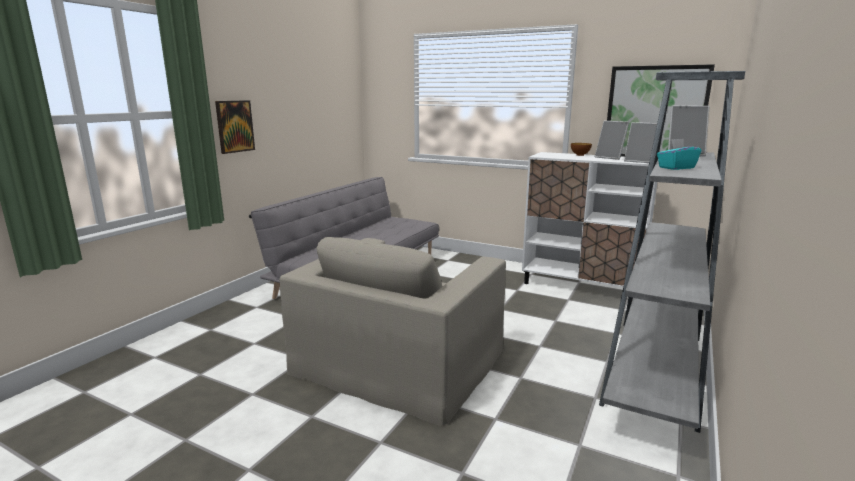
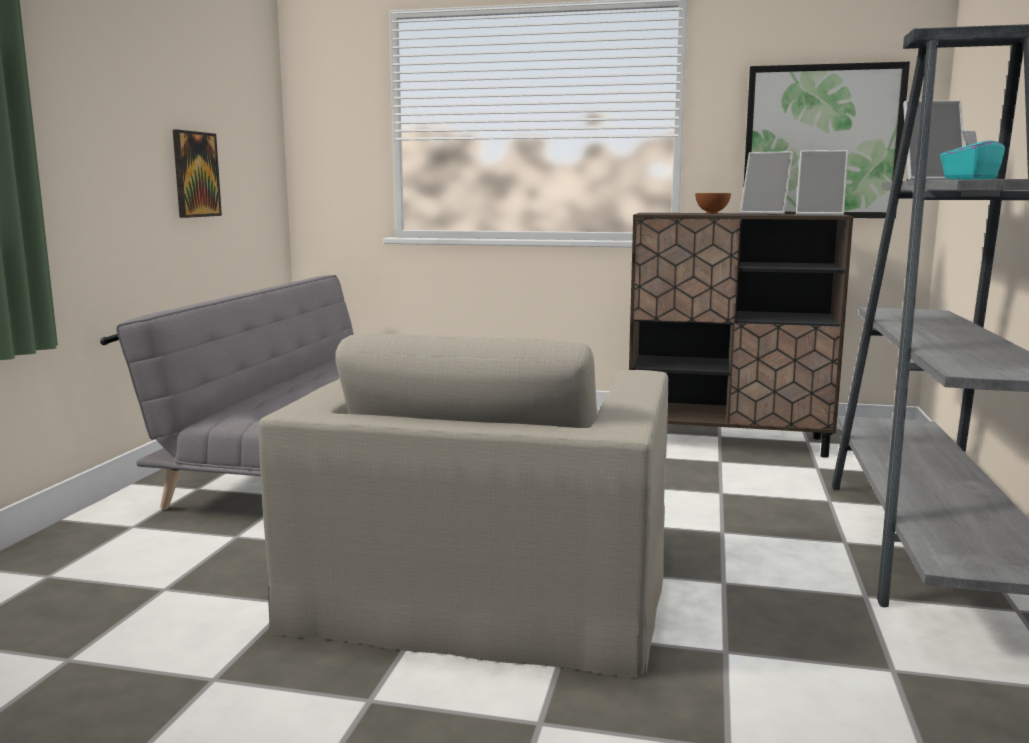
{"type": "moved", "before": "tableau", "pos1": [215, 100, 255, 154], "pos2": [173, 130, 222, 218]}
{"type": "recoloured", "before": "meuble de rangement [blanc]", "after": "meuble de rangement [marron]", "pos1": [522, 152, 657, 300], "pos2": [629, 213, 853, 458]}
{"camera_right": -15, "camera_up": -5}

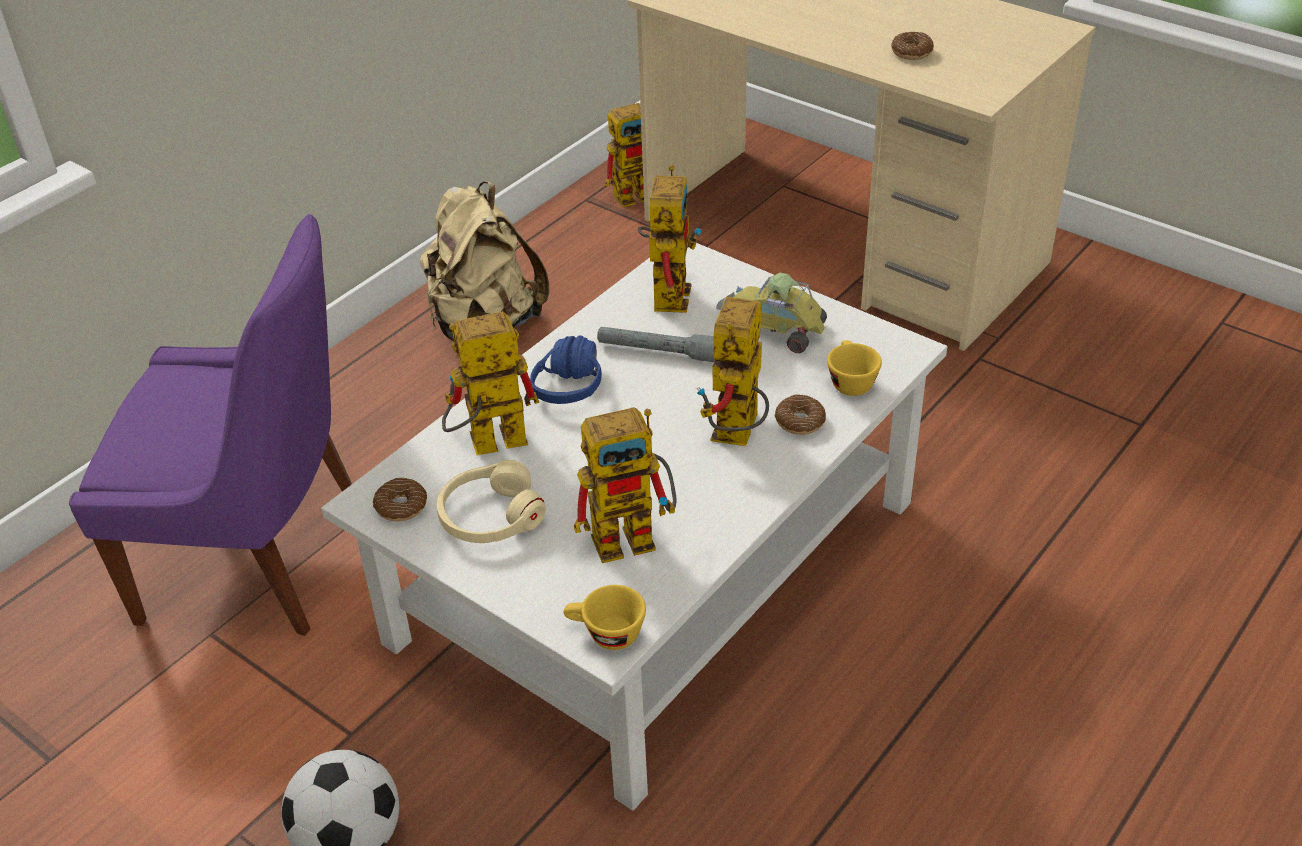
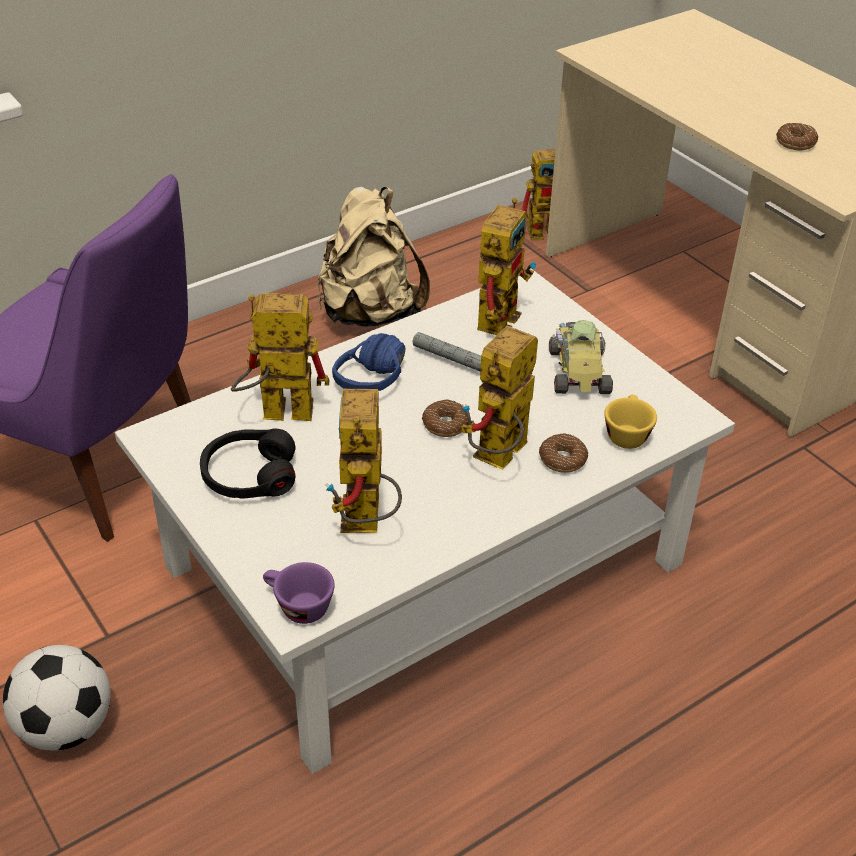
{"type": "turned", "before": "petite voiture", "pos1": [716, 273, 827, 353], "pos2": [549, 320, 613, 394], "turn": 45}
{"type": "turned", "before": "robot jouet", "pos1": [574, 407, 677, 563], "pos2": [325, 389, 402, 533], "turn": 90}
{"type": "recoloured", "before": "casque audio [beige]", "after": "casque audio [noir]", "pos1": [436, 460, 545, 543], "pos2": [200, 429, 296, 499]}
{"type": "moved", "before": "beignet", "pos1": [373, 478, 427, 522], "pos2": [422, 399, 467, 437]}
{"type": "recoloured", "before": "tasse [jaune]", "after": "tasse [violet]", "pos1": [564, 585, 646, 650], "pos2": [263, 562, 335, 624]}
{"camera_right": 15, "camera_up": 0}

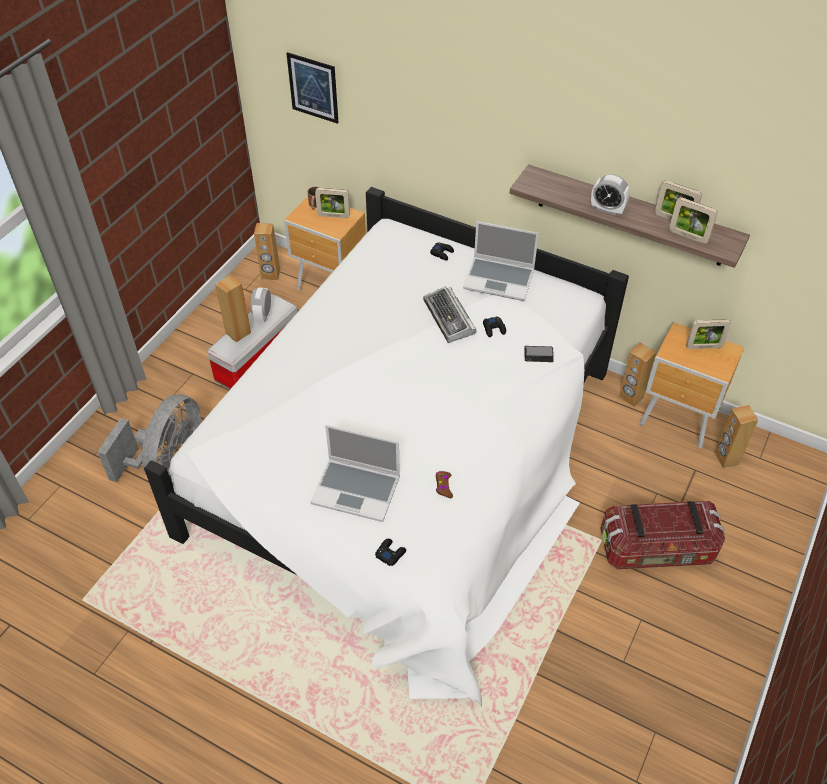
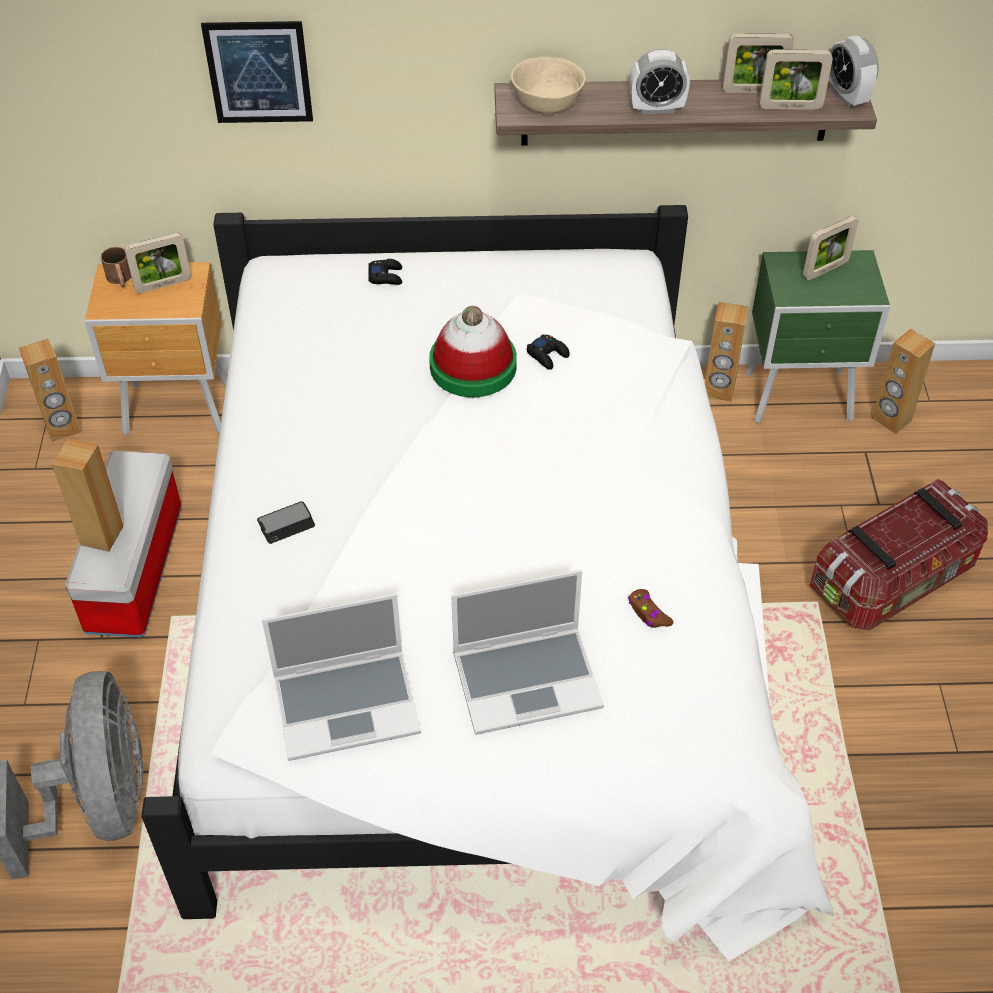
{"type": "moved", "before": "tableau", "pos1": [286, 52, 339, 124], "pos2": [201, 21, 313, 123]}
{"type": "moved", "before": "ordinateur portable", "pos1": [463, 221, 539, 301], "pos2": [262, 593, 421, 761]}
{"type": "moved", "before": "réveil", "pos1": [251, 287, 271, 322], "pos2": [828, 36, 879, 107]}
{"type": "replaced", "before": "clavier", "after": "chapeau", "pos1": [423, 287, 476, 343], "pos2": [429, 306, 517, 397]}
{"type": "recoloured", "before": "table de chevet [marron]", "after": "table de chevet [vert]", "pos1": [639, 322, 744, 449], "pos2": [745, 250, 890, 423]}
{"type": "moved", "before": "téléphone", "pos1": [524, 346, 554, 362], "pos2": [257, 501, 315, 544]}
{"type": "removed", "before": "manette [noir]", "pos1": [375, 539, 406, 566]}
{"type": "added", "after": "bol [beige]", "pos2": [511, 57, 586, 113]}
{"camera_right": -30, "camera_up": 0}

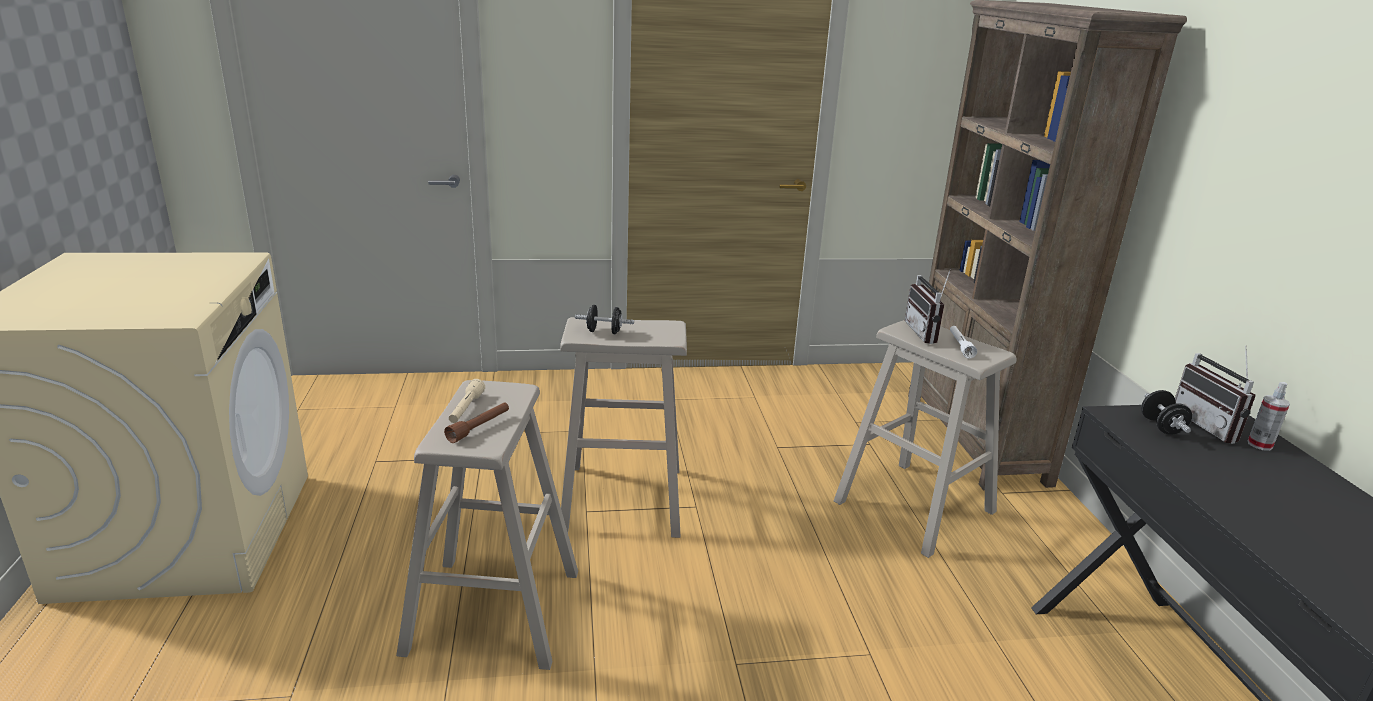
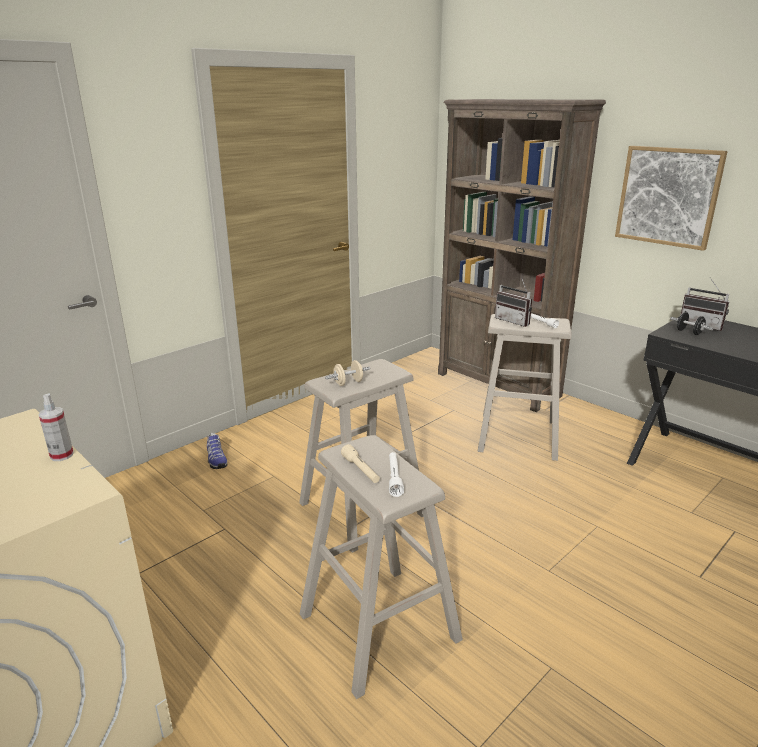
{"type": "recoloured", "before": "haltère [noir]", "after": "haltère [beige]", "pos1": [575, 305, 634, 334], "pos2": [325, 360, 370, 386]}
{"type": "moved", "before": "vaporisateur", "pos1": [1247, 382, 1290, 451], "pos2": [39, 394, 74, 461]}
{"type": "recoloured", "before": "lampe de poche [marron]", "after": "lampe de poche [blanc]", "pos1": [444, 402, 509, 443], "pos2": [389, 452, 404, 497]}
{"type": "added", "after": "tableau", "pos2": [615, 146, 728, 251]}
{"type": "added", "after": "chaussure", "pos2": [207, 433, 227, 469]}
{"camera_right": -35, "camera_up": 0}

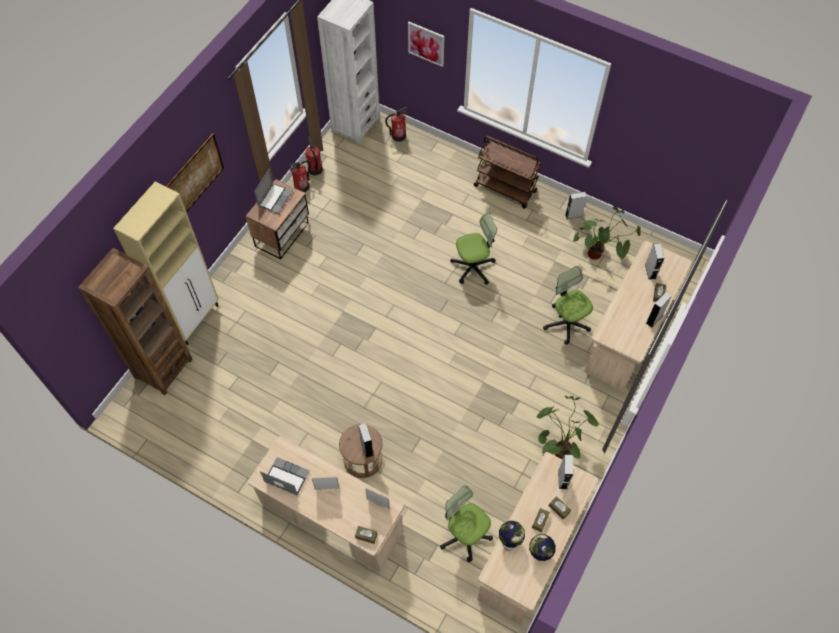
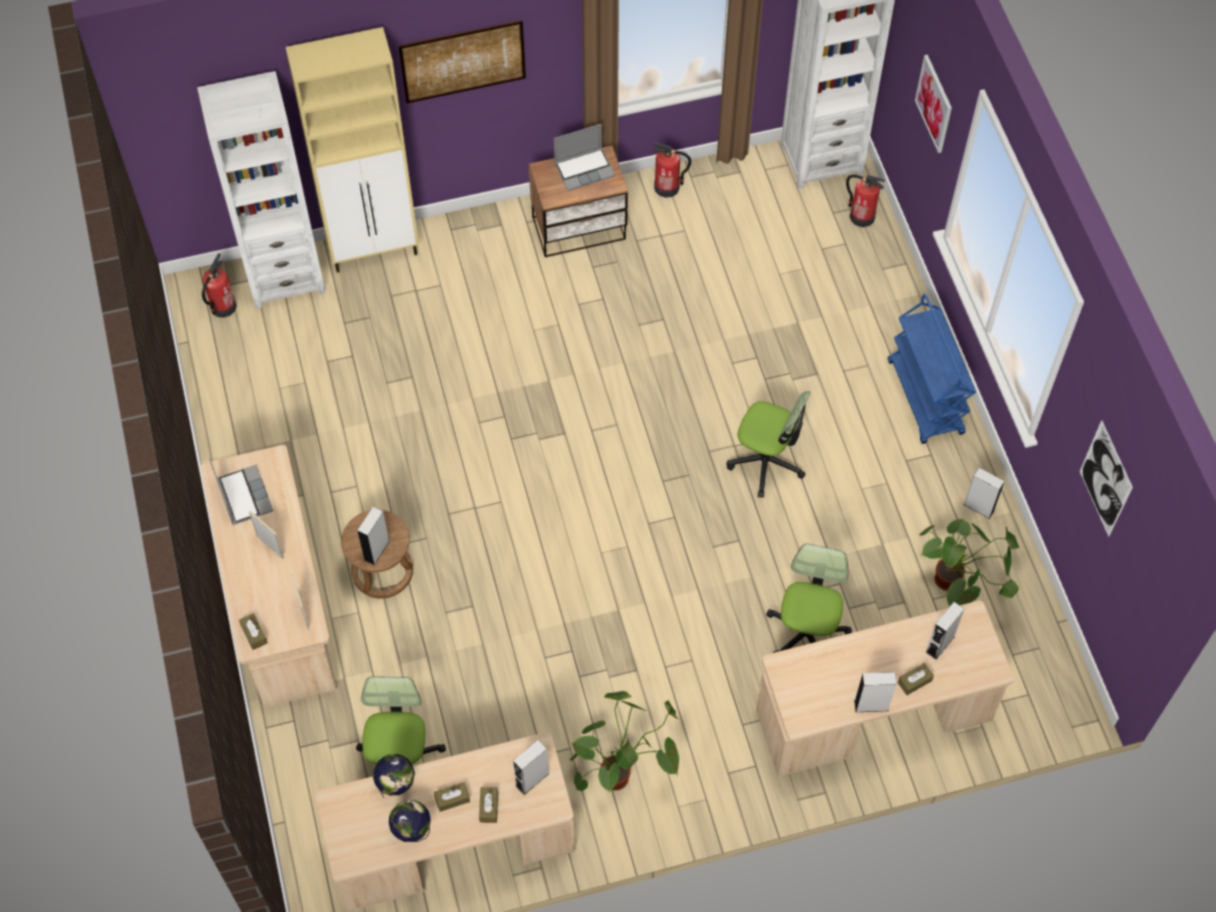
{"type": "moved", "before": "extincteur", "pos1": [306, 136, 323, 176], "pos2": [202, 253, 237, 318]}
{"type": "recoloured", "before": "chariot [marron]", "after": "chariot [bleu]", "pos1": [474, 136, 541, 209], "pos2": [888, 294, 976, 444]}
{"type": "recoloured", "before": "bibliothèque [marron]", "after": "bibliothèque [blanc]", "pos1": [78, 248, 193, 395], "pos2": [197, 71, 326, 309]}
{"type": "added", "after": "tableau", "pos2": [1079, 420, 1133, 537]}
{"camera_right": 45, "camera_up": 0}

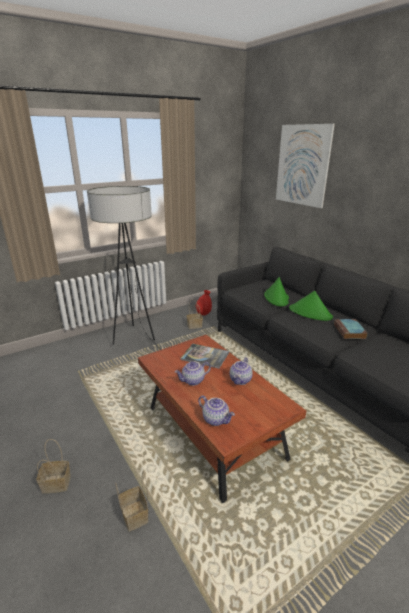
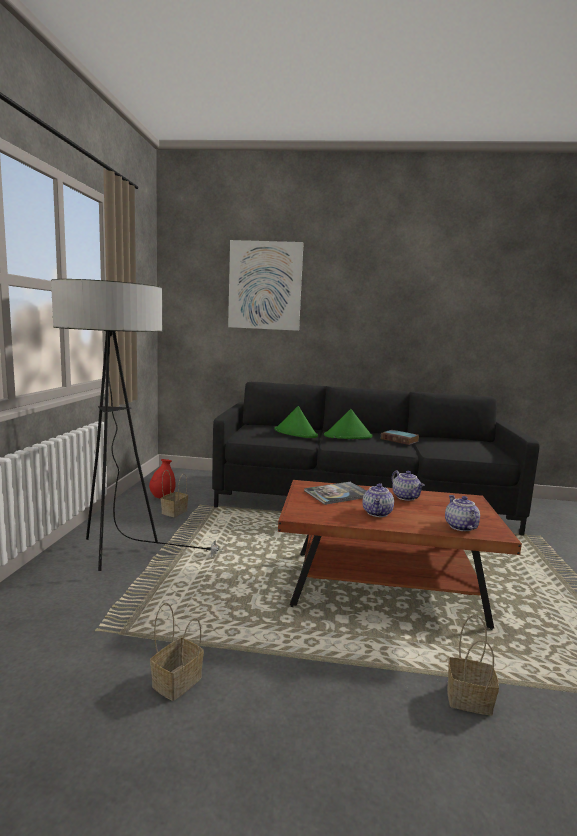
{"type": "turned", "before": "théière", "pos1": [198, 396, 235, 426], "pos2": [445, 495, 480, 531], "turn": -90}
{"type": "moved", "before": "panier", "pos1": [36, 439, 71, 493], "pos2": [150, 603, 204, 701]}
{"camera_right": -50, "camera_up": -15}

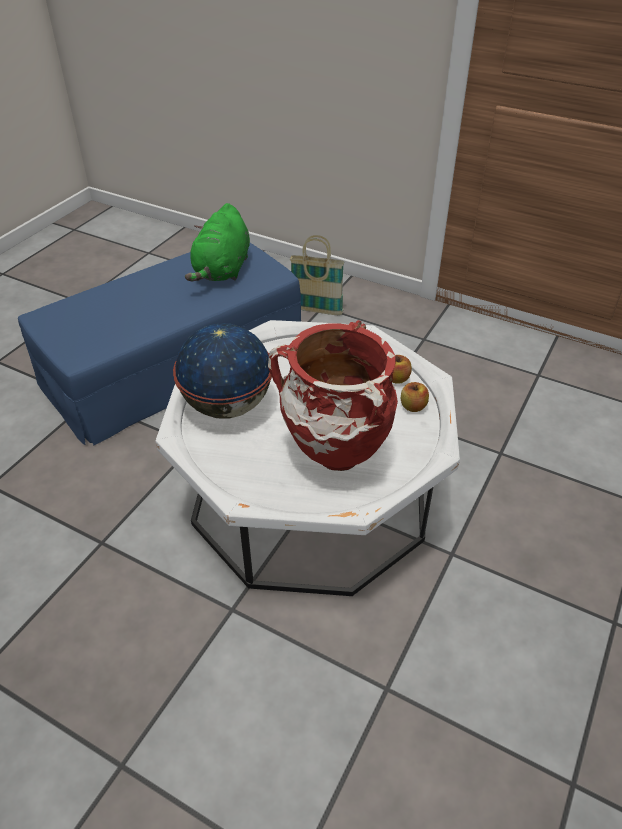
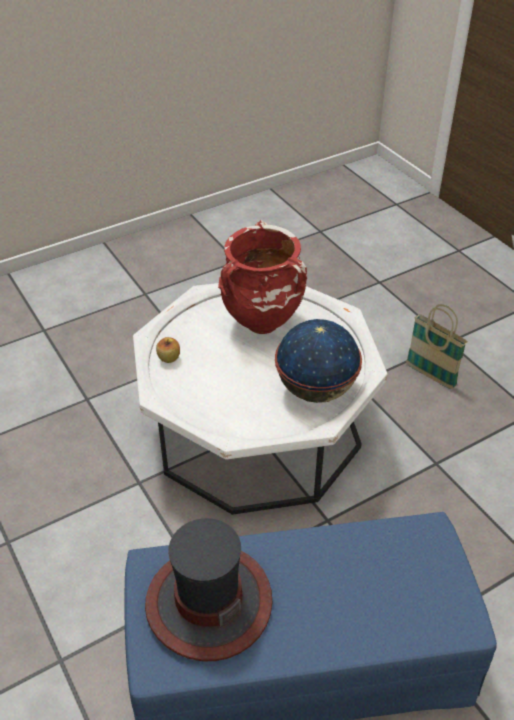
{"type": "replaced", "before": "peluche [vert]", "after": "chapeau", "pos1": [185, 203, 250, 281], "pos2": [145, 518, 272, 661]}
{"type": "moved", "before": "panier", "pos1": [290, 235, 344, 315], "pos2": [406, 304, 468, 389]}
{"type": "removed", "before": "pomme", "pos1": [401, 382, 429, 412]}
{"camera_right": -150, "camera_up": 0}

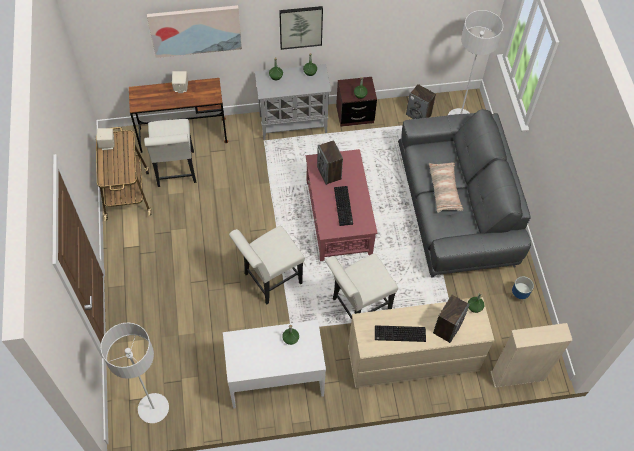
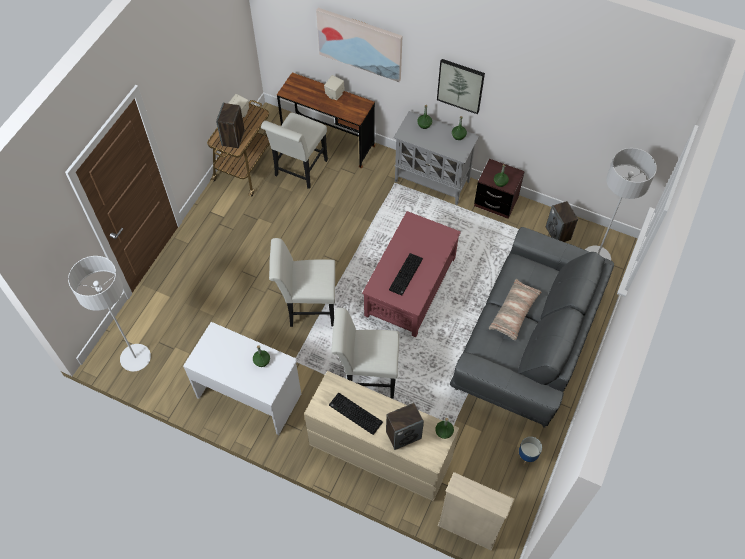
{"type": "moved", "before": "enceinte", "pos1": [317, 140, 343, 185], "pos2": [216, 103, 245, 148]}
{"camera_right": 35, "camera_up": 0}

